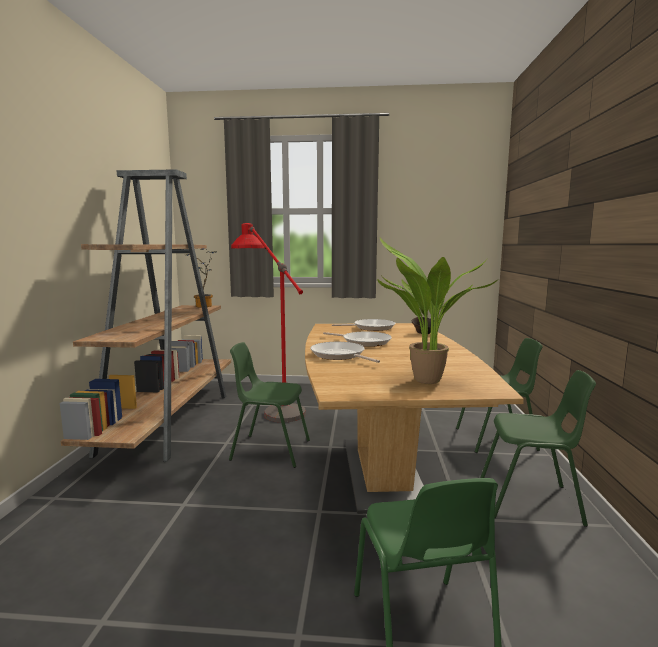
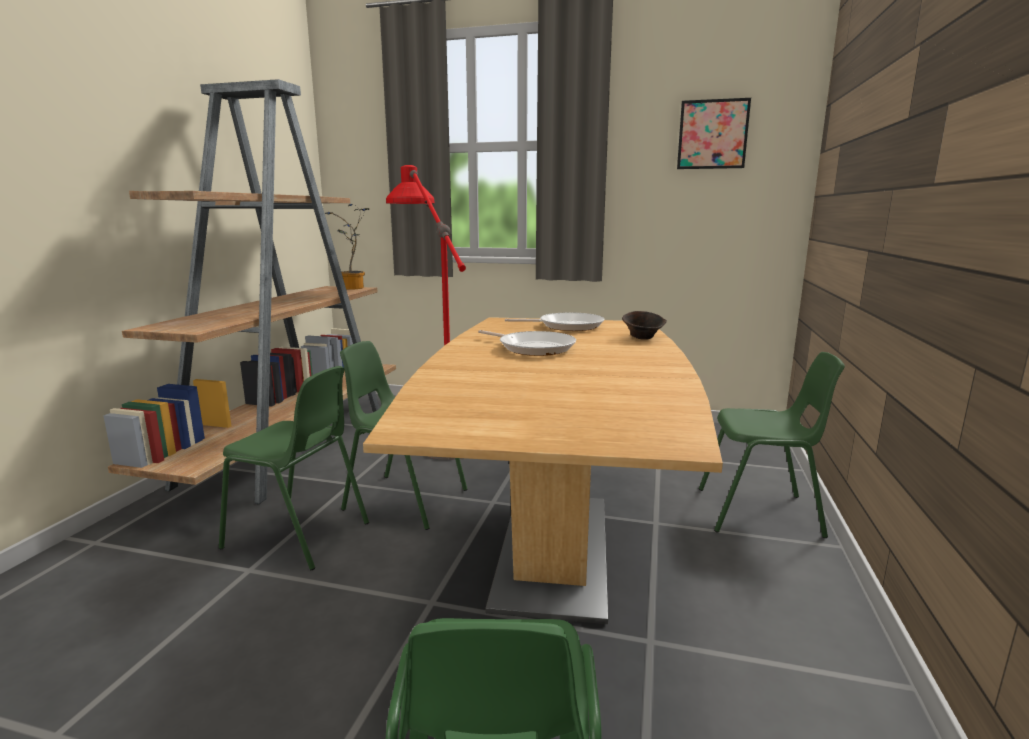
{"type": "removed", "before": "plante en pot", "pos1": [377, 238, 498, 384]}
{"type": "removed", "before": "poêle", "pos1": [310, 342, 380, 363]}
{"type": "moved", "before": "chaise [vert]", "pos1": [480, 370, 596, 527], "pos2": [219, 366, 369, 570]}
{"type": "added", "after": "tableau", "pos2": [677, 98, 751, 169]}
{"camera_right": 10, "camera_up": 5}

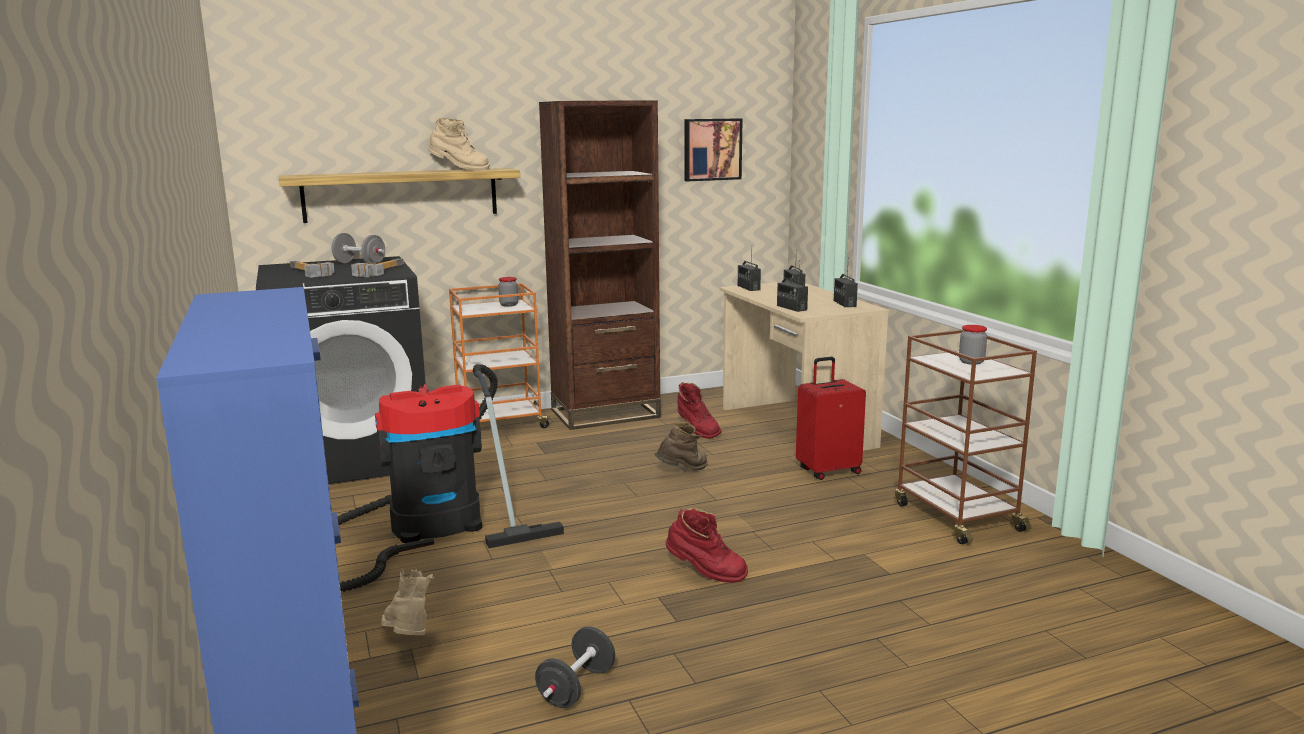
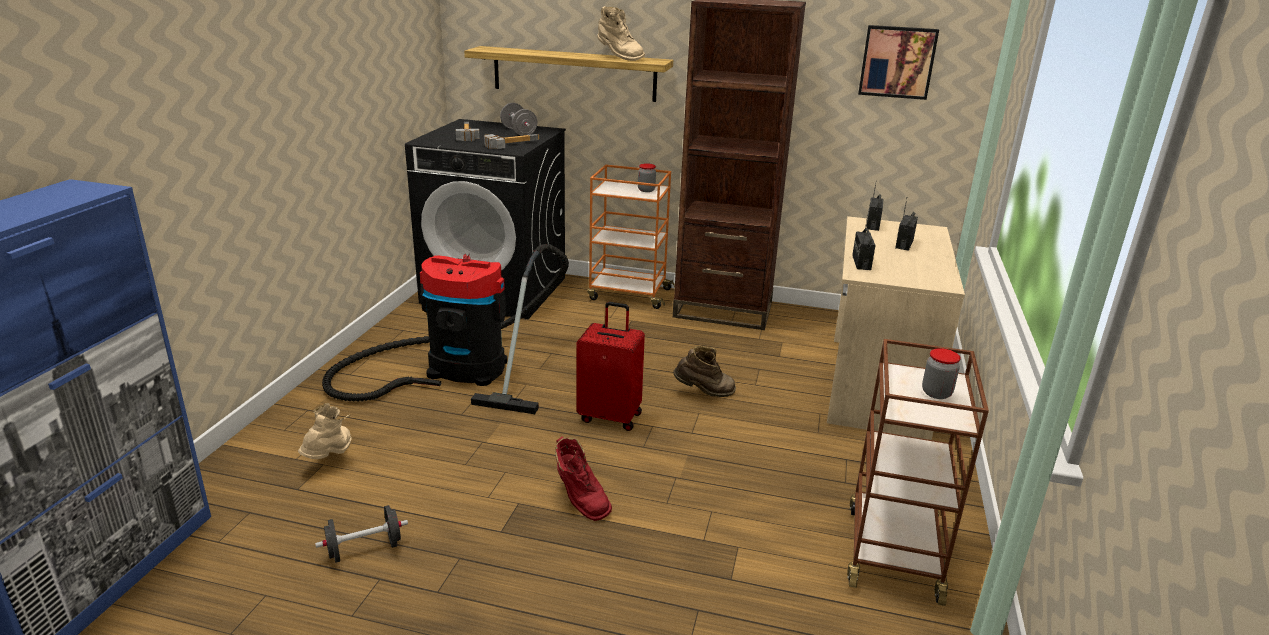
{"type": "removed", "before": "radio", "pos1": [834, 257, 858, 307]}
{"type": "moved", "before": "valise [rouge]", "pos1": [796, 357, 866, 480], "pos2": [576, 302, 645, 431]}
{"type": "removed", "before": "botte [rouge]", "pos1": [678, 382, 721, 439]}
{"camera_right": 35, "camera_up": 10}

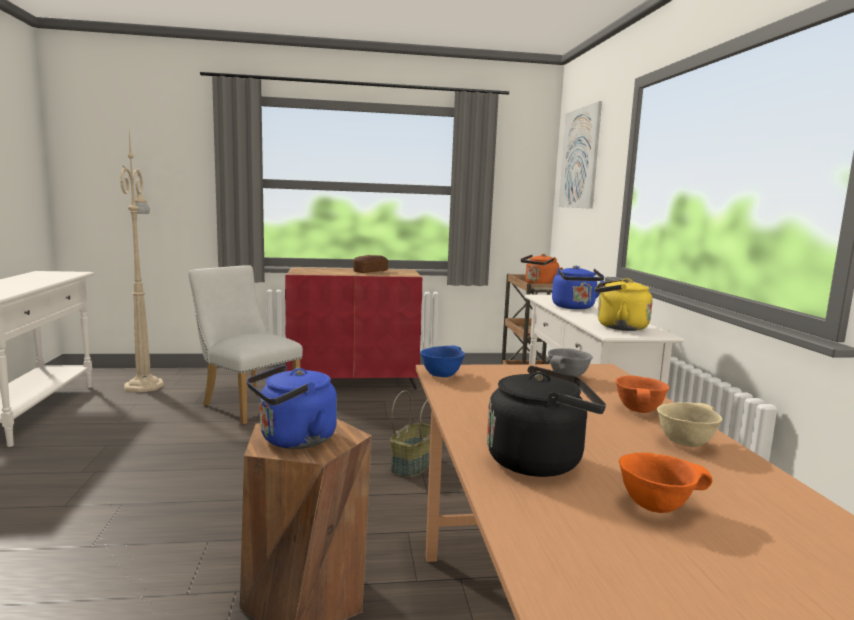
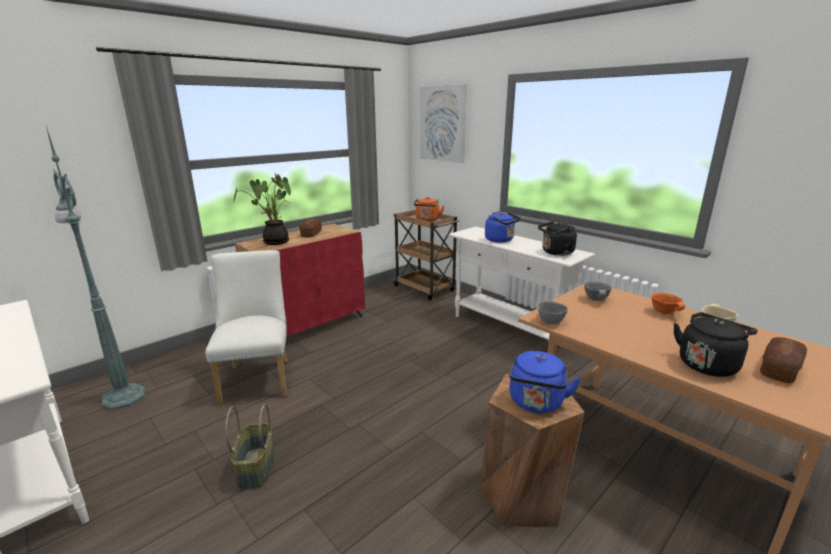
{"type": "recoloured", "before": "lampadaire [beige]", "after": "lampadaire [vert]", "pos1": [120, 132, 164, 393], "pos2": [46, 126, 146, 411]}
{"type": "turned", "before": "chaise [blanc]", "pos1": [188, 265, 303, 425], "pos2": [205, 250, 288, 405], "turn": 75}
{"type": "recoloured", "before": "bouilloire [jaune]", "after": "bouilloire [noir]", "pos1": [595, 278, 653, 331], "pos2": [538, 221, 577, 256]}
{"type": "recoloured", "before": "bol [bleu]", "after": "bol [gris]", "pos1": [420, 345, 465, 377], "pos2": [537, 299, 568, 324]}
{"type": "moved", "before": "panier", "pos1": [390, 390, 431, 478], "pos2": [225, 404, 274, 489]}
{"type": "replaced", "before": "bol [orange]", "after": "pain", "pos1": [619, 453, 712, 513], "pos2": [760, 337, 807, 383]}
{"type": "added", "after": "plante en pot", "pos2": [234, 174, 291, 245]}
{"camera_right": -35, "camera_up": 10}

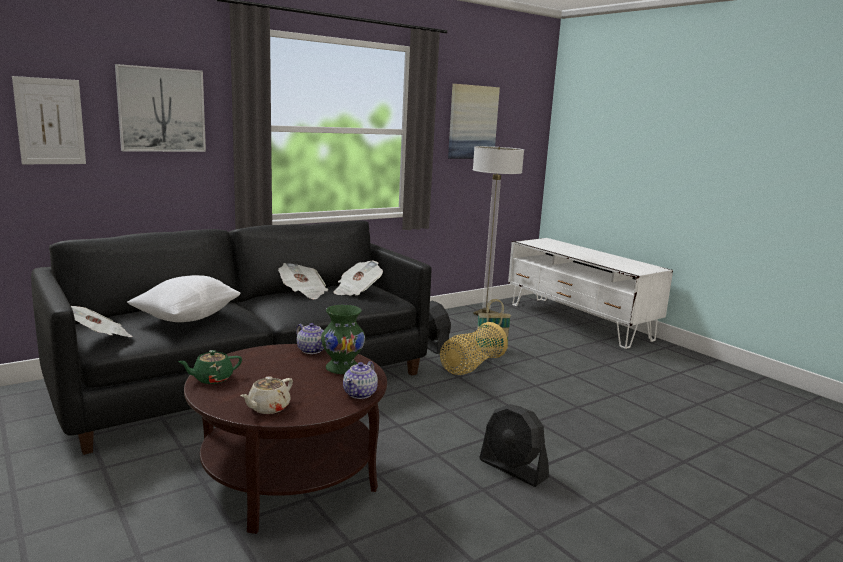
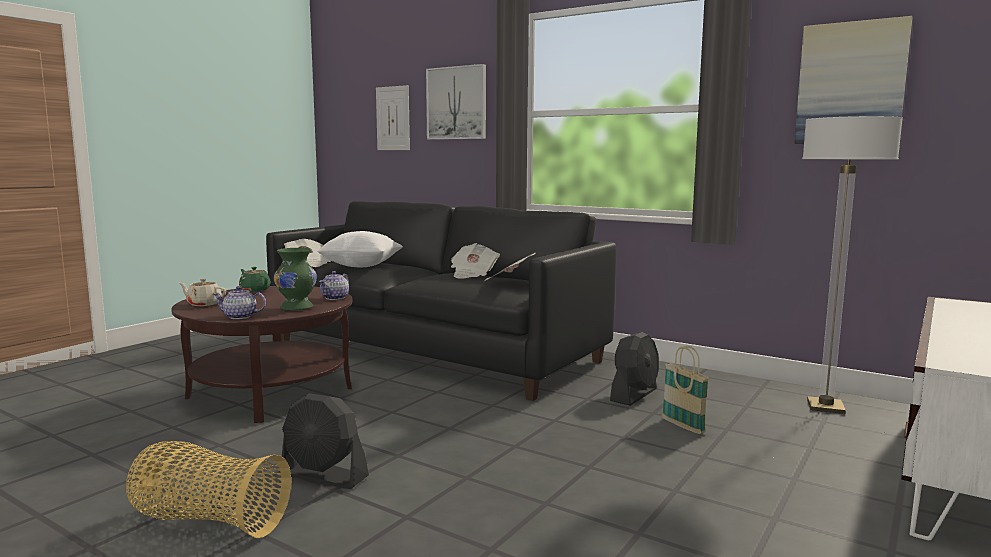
{"type": "moved", "before": "panier", "pos1": [440, 322, 508, 375], "pos2": [126, 441, 291, 538]}
{"type": "turned", "before": "ventilateur [noir]", "pos1": [479, 404, 549, 487], "pos2": [282, 393, 369, 489], "turn": -90}
{"camera_right": 70, "camera_up": -5}

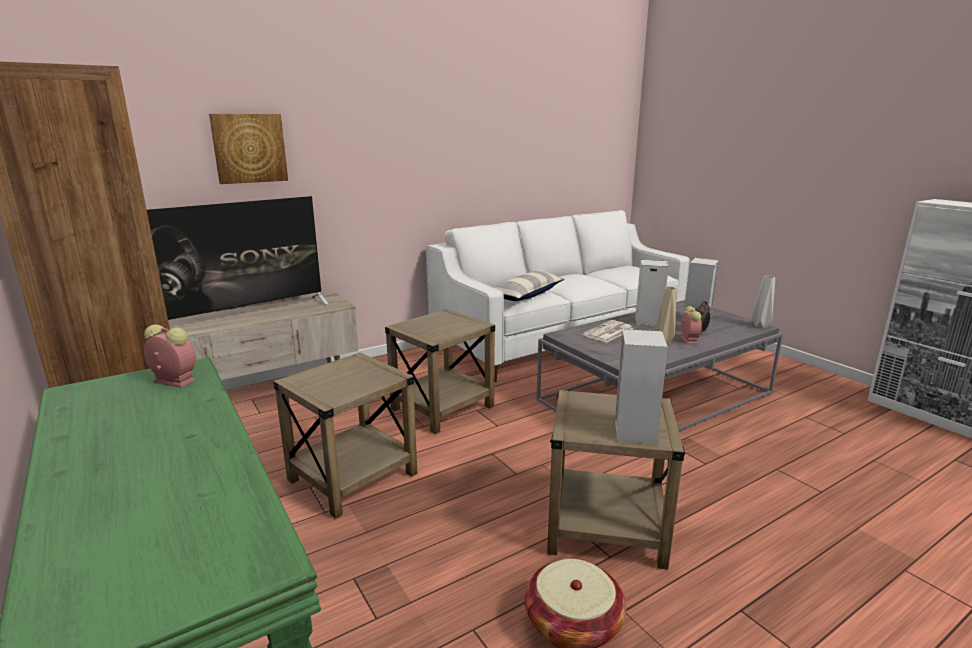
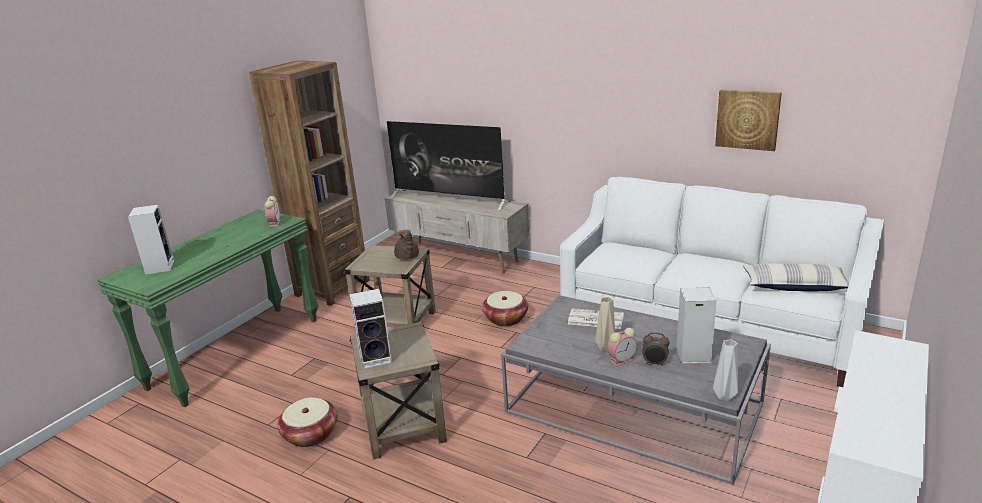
{"type": "moved", "before": "tableau", "pos1": [209, 114, 288, 184], "pos2": [715, 89, 782, 151]}
{"type": "moved", "before": "enceinte", "pos1": [635, 260, 669, 327], "pos2": [128, 204, 174, 275]}
{"type": "moved", "before": "coussin", "pos1": [493, 271, 564, 301], "pos2": [743, 263, 849, 292]}
{"type": "replaced", "before": "table d'appoint [beige]", "after": "panier", "pos1": [385, 309, 495, 434], "pos2": [482, 291, 528, 326]}
{"type": "added", "after": "théière [marron]", "pos2": [394, 230, 419, 260]}
{"camera_right": 65, "camera_up": 5}

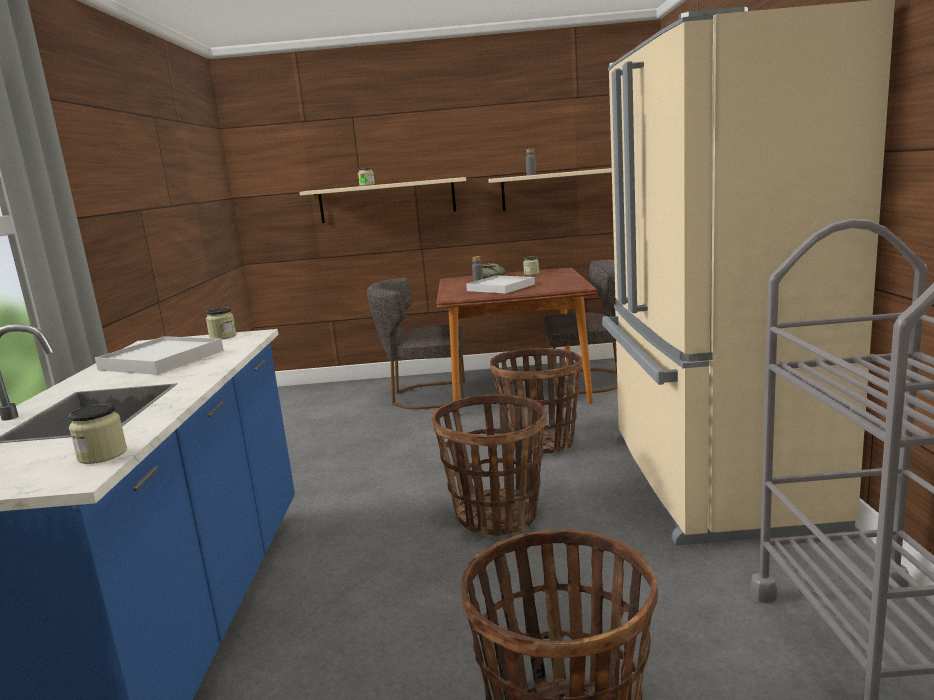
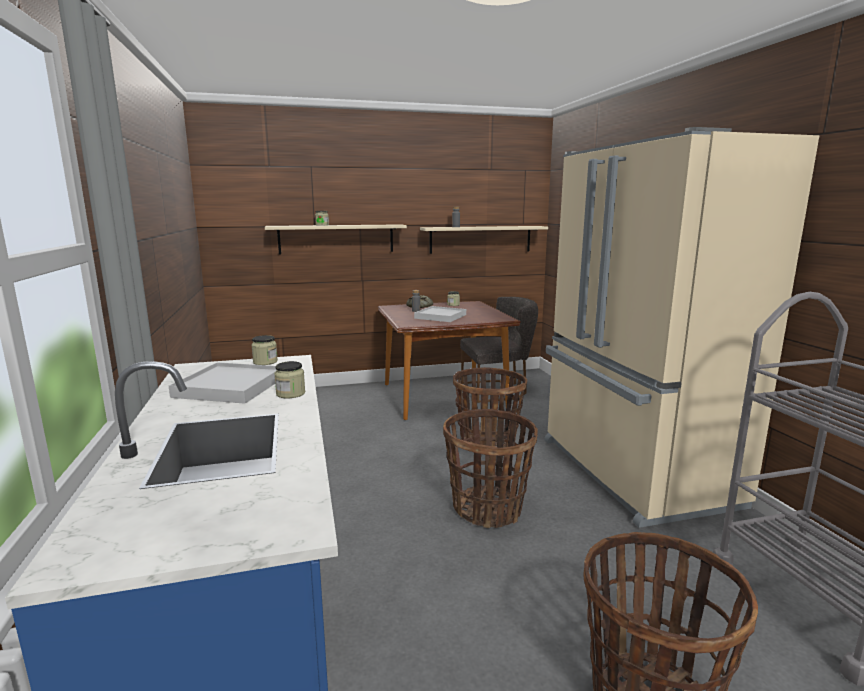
{"type": "removed", "before": "chaise [gris]", "pos1": [366, 277, 465, 409]}
{"type": "moved", "before": "bocal", "pos1": [69, 403, 127, 464], "pos2": [274, 361, 305, 398]}
{"camera_right": -15, "camera_up": 0}

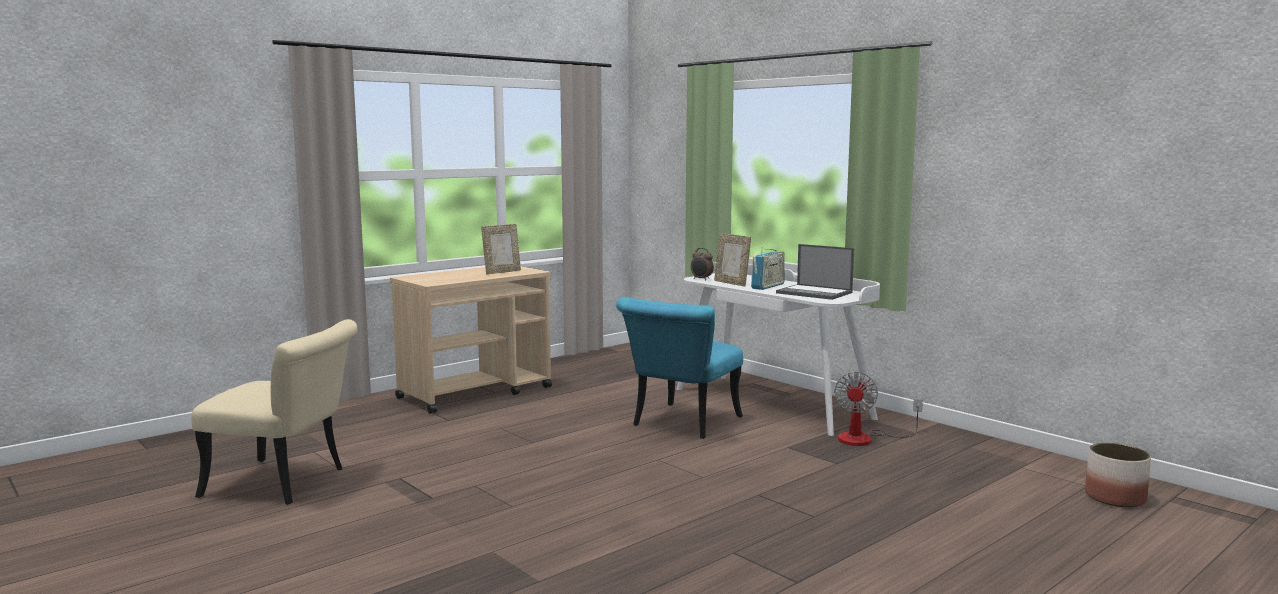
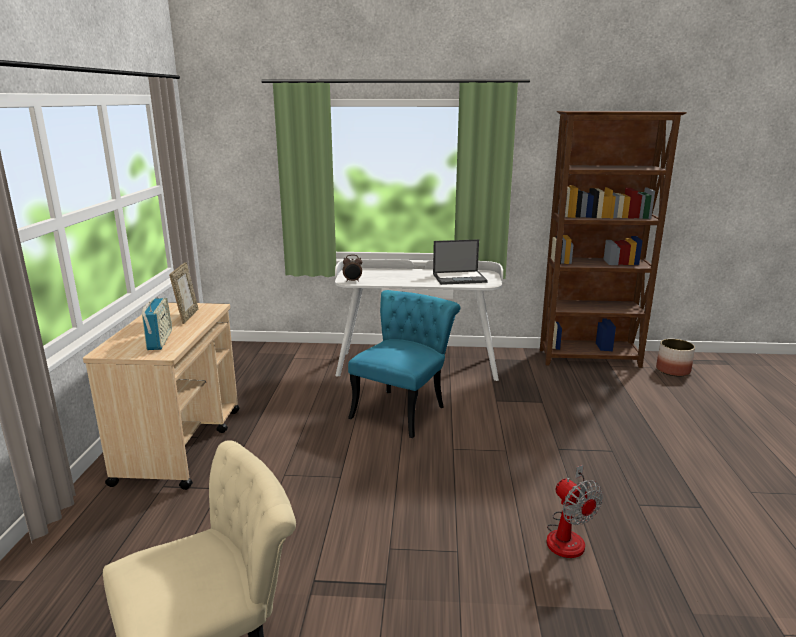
{"type": "removed", "before": "cadre photo", "pos1": [714, 233, 751, 286]}
{"type": "moved", "before": "radio", "pos1": [751, 247, 785, 290], "pos2": [142, 297, 172, 350]}
{"type": "turned", "before": "chaise [turquoise]", "pos1": [616, 297, 743, 439], "pos2": [348, 290, 461, 438], "turn": -135}
{"type": "moved", "before": "ventilateur", "pos1": [834, 372, 923, 446], "pos2": [546, 465, 603, 558]}
{"type": "added", "after": "bibliothèque [marron]", "pos2": [540, 111, 687, 368]}
{"camera_right": -45, "camera_up": 10}

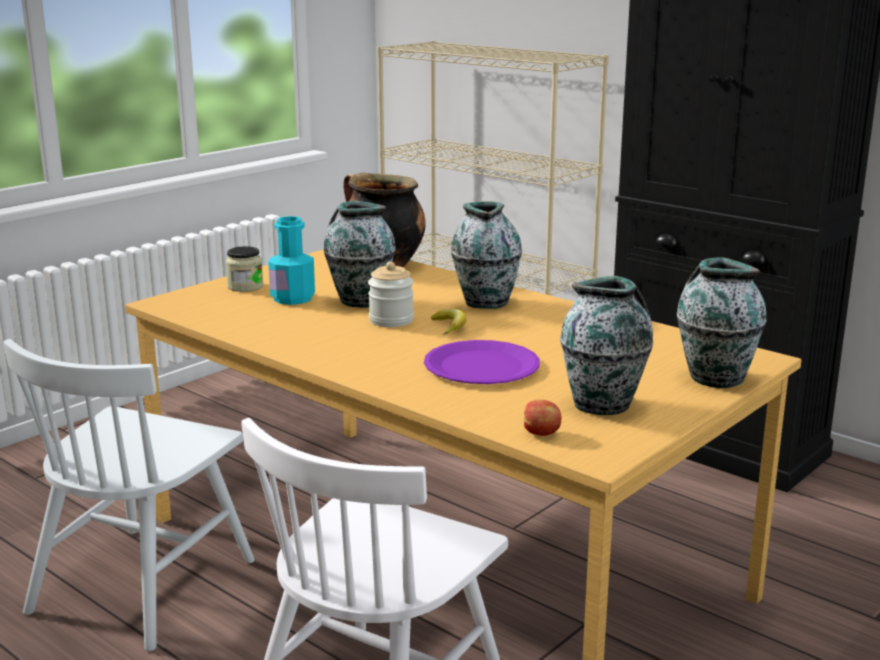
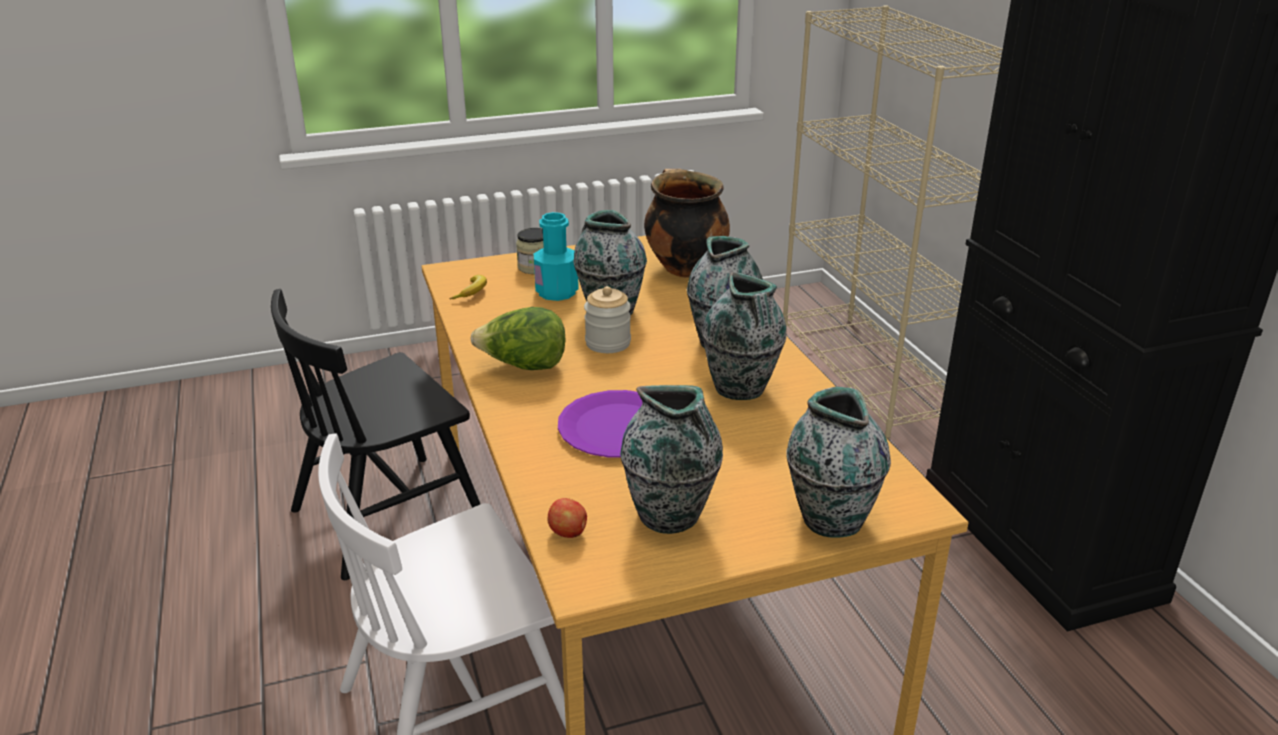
{"type": "moved", "before": "banane", "pos1": [431, 309, 466, 335], "pos2": [450, 275, 487, 299]}
{"type": "recoloured", "before": "chaise [blanc]", "after": "chaise [noir]", "pos1": [3, 339, 255, 651], "pos2": [271, 289, 480, 580]}
{"type": "added", "after": "vase", "pos2": [702, 272, 787, 400]}
{"type": "added", "after": "laitue", "pos2": [470, 307, 565, 370]}
{"camera_right": 30, "camera_up": 10}

